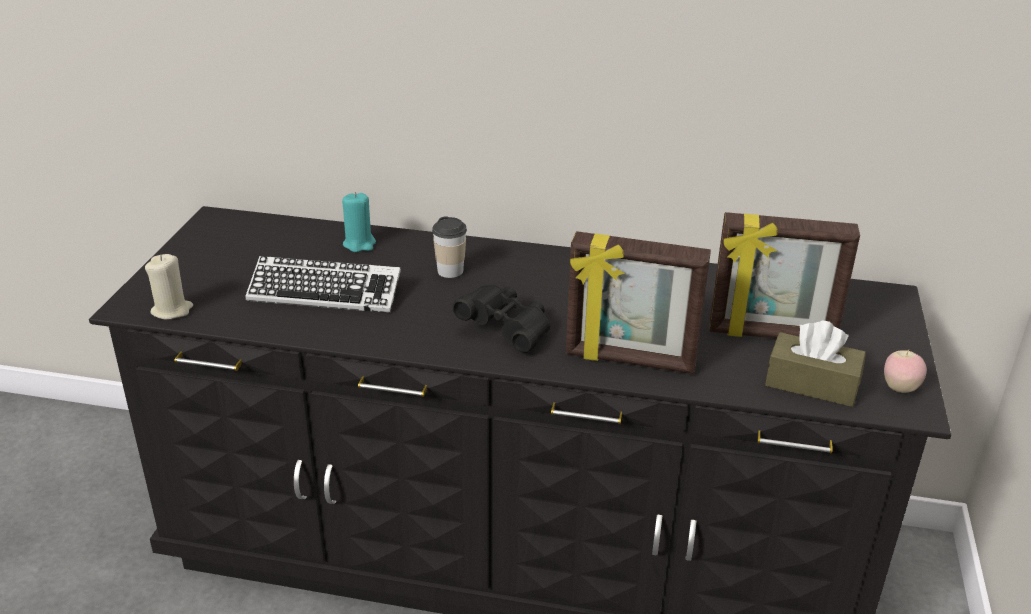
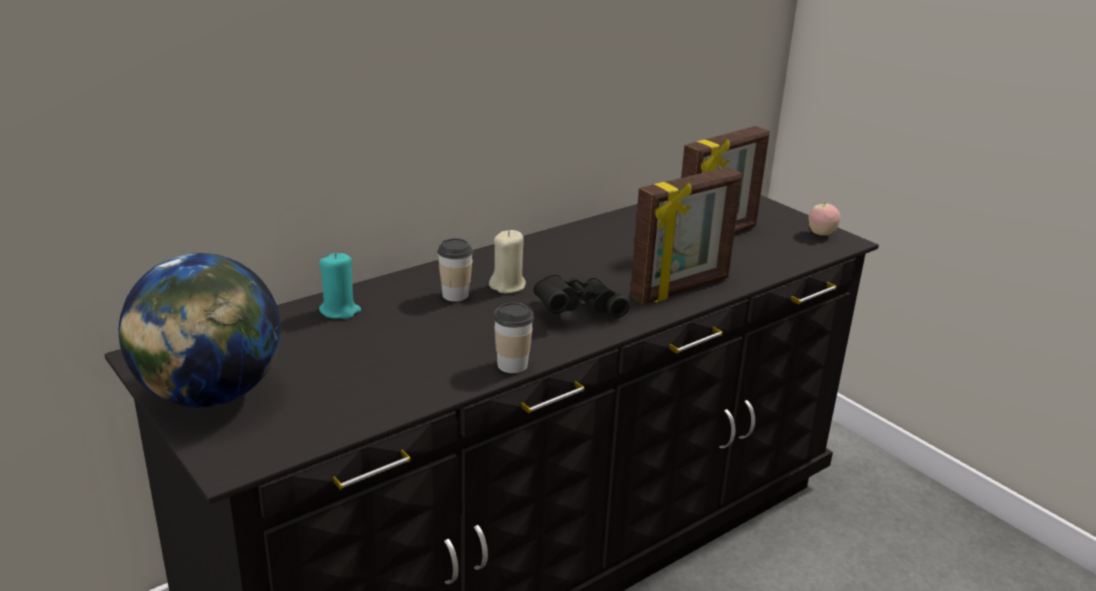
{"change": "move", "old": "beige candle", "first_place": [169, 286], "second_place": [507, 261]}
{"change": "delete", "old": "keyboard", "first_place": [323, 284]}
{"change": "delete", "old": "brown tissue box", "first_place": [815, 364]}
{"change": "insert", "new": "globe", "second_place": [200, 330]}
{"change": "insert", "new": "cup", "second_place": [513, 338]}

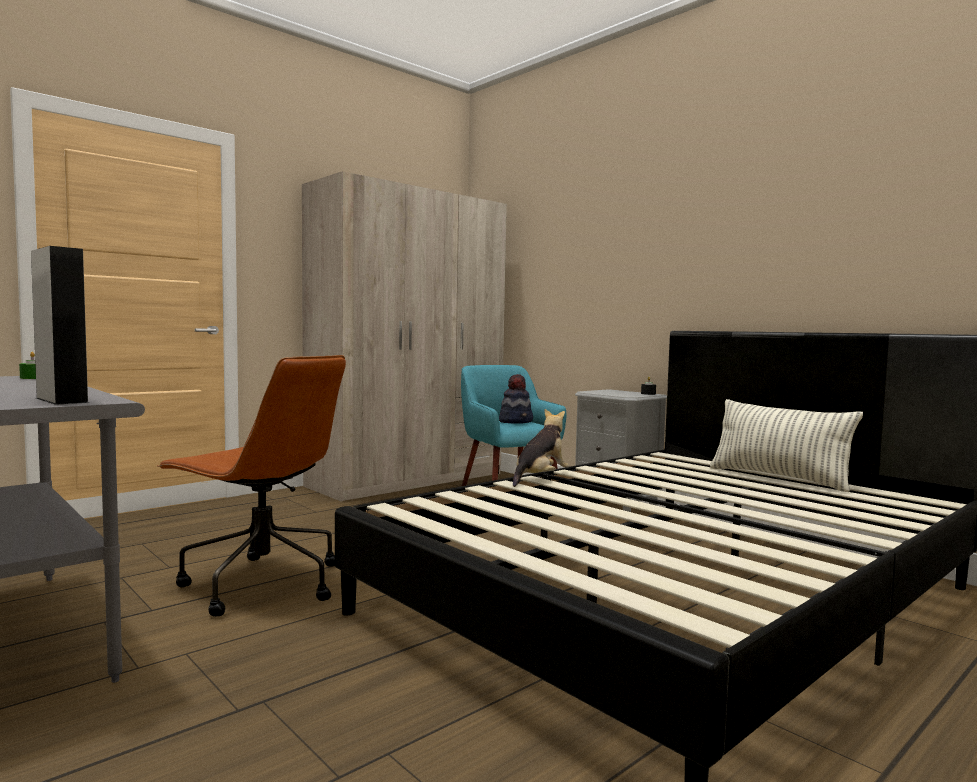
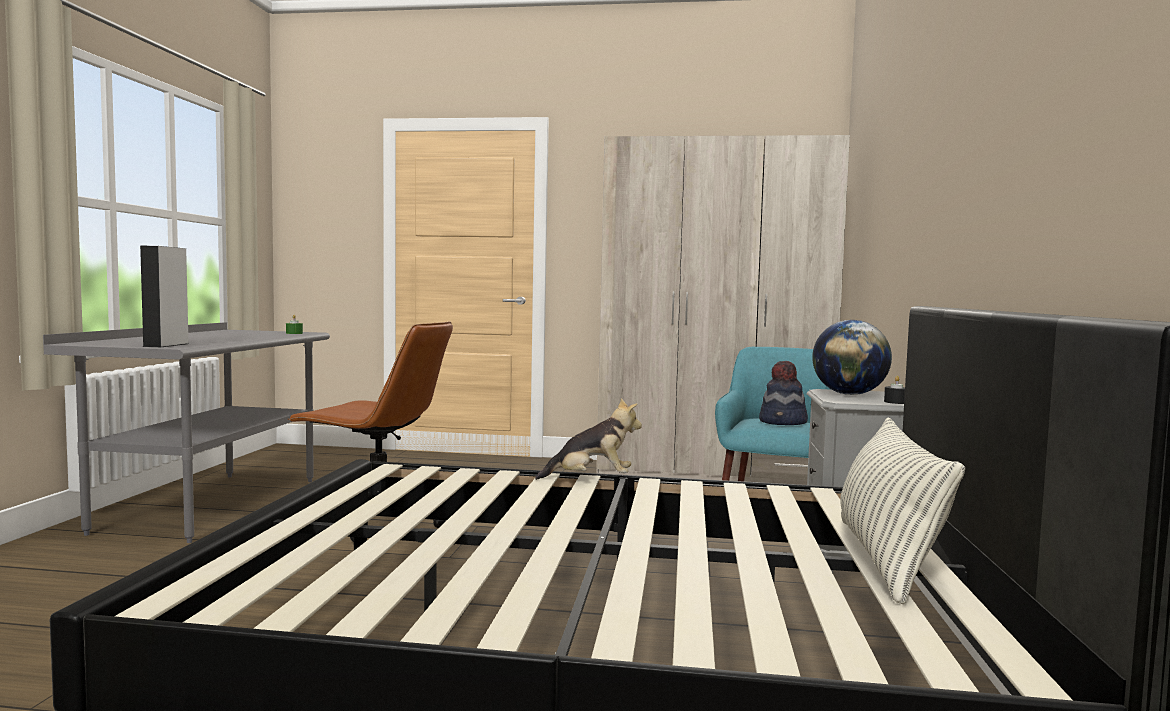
{"change": "rotate", "old": "brown office chair", "first_place": [251, 486], "second_place": [370, 431], "degrees": -60}
{"change": "insert", "new": "globe", "second_place": [852, 357]}

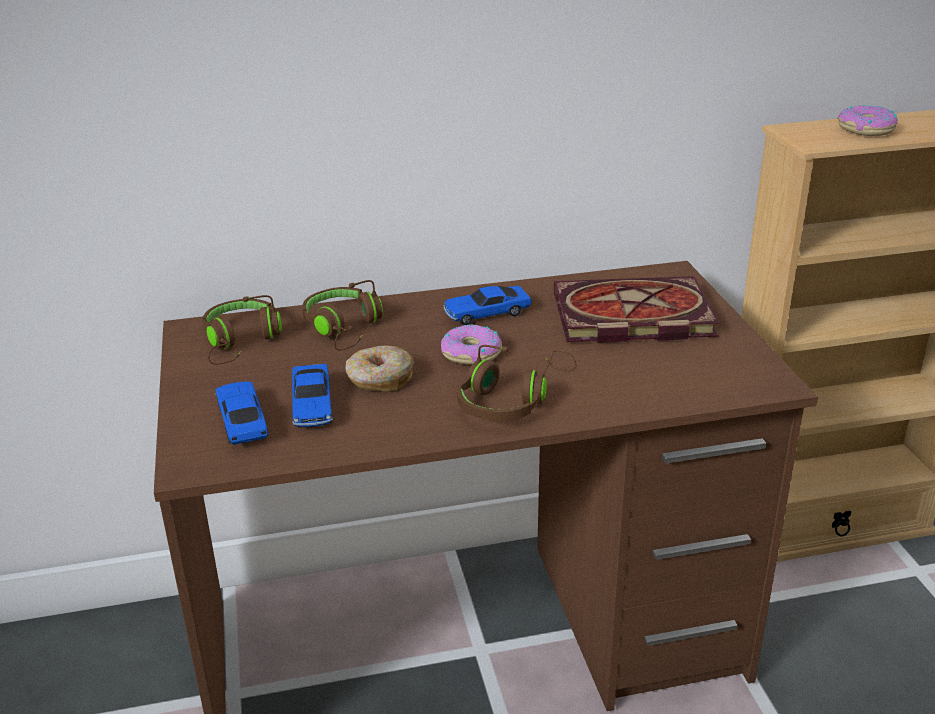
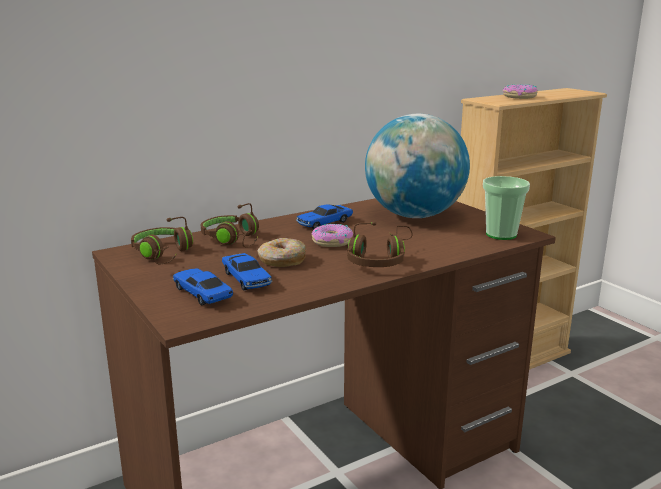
{"change": "replace", "old": "book", "new": "globe", "first_place": [636, 309], "second_place": [417, 166]}
{"change": "insert", "new": "cup", "second_place": [506, 208]}

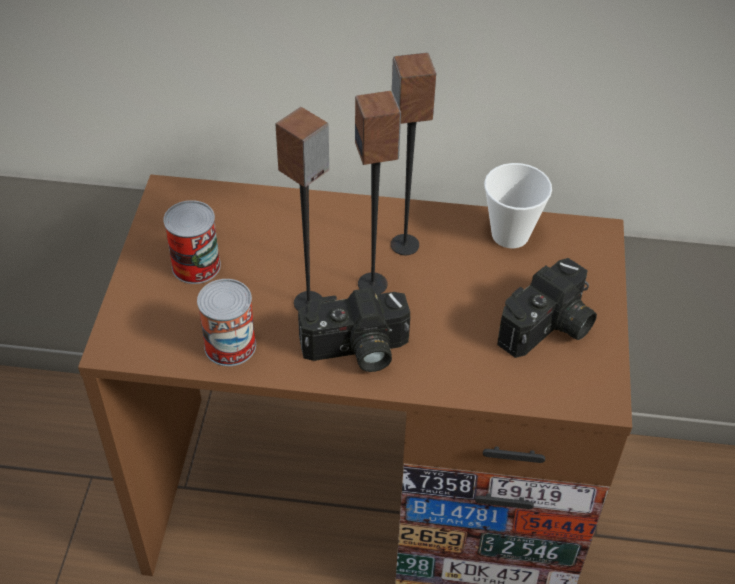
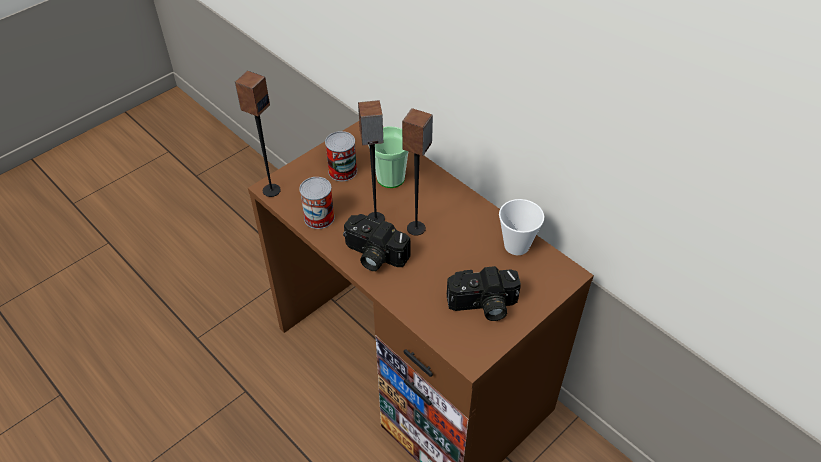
{"change": "move", "old": "speaker", "first_place": [413, 154], "second_place": [258, 134]}
{"change": "insert", "new": "cup", "second_place": [388, 157]}

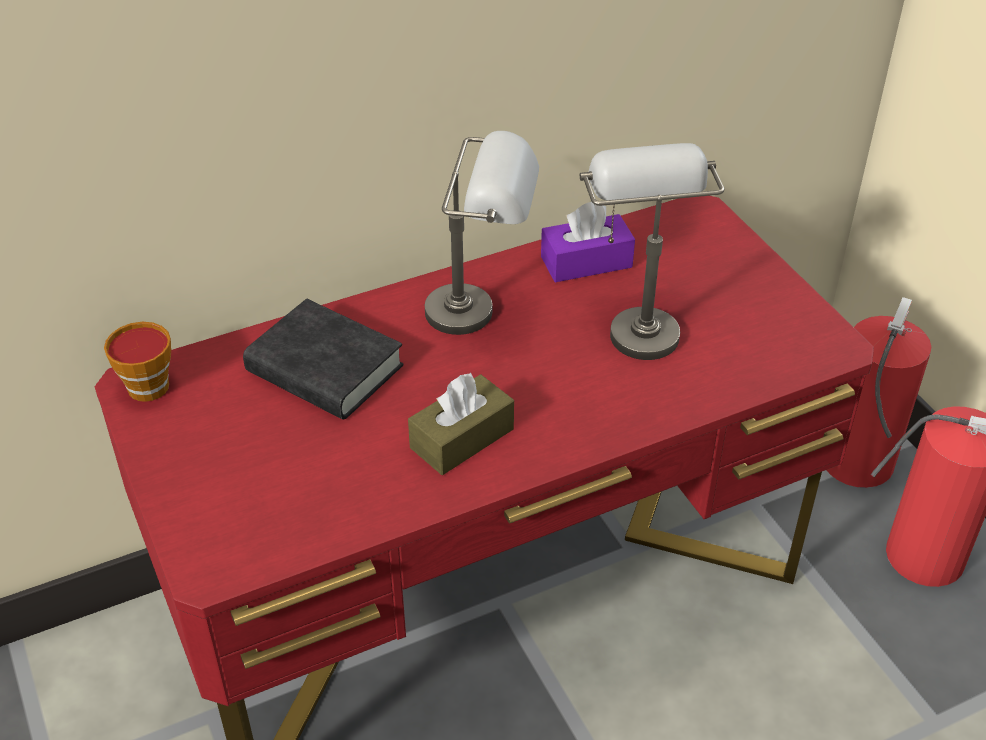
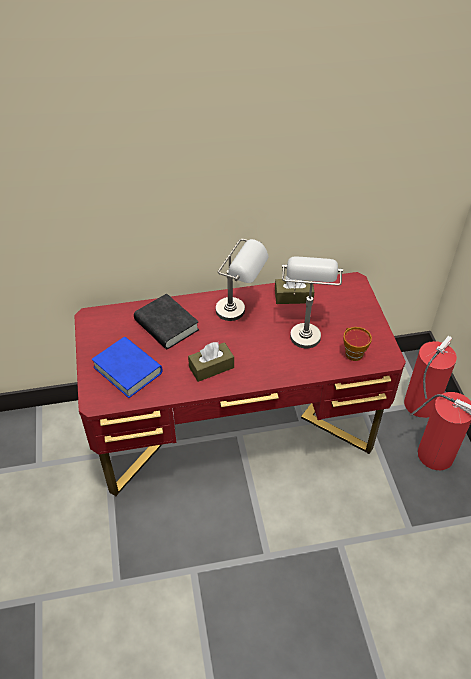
{"change": "recolor", "old": "purple tissue box", "new": "brown tissue box", "first_place": [588, 242], "second_place": [294, 290]}
{"change": "move", "old": "cup", "first_place": [137, 362], "second_place": [357, 344]}
{"change": "insert", "new": "blue book", "second_place": [127, 367]}

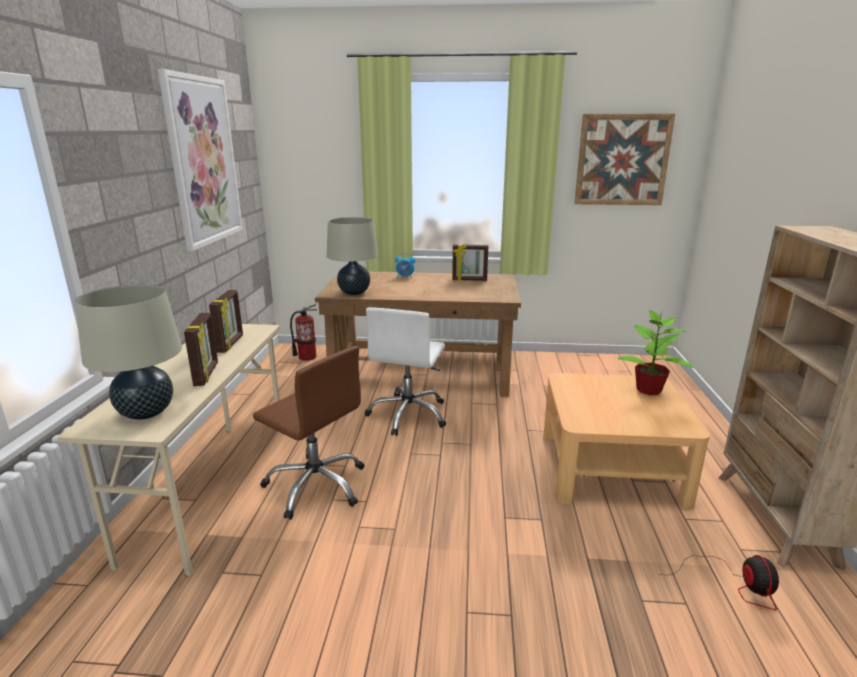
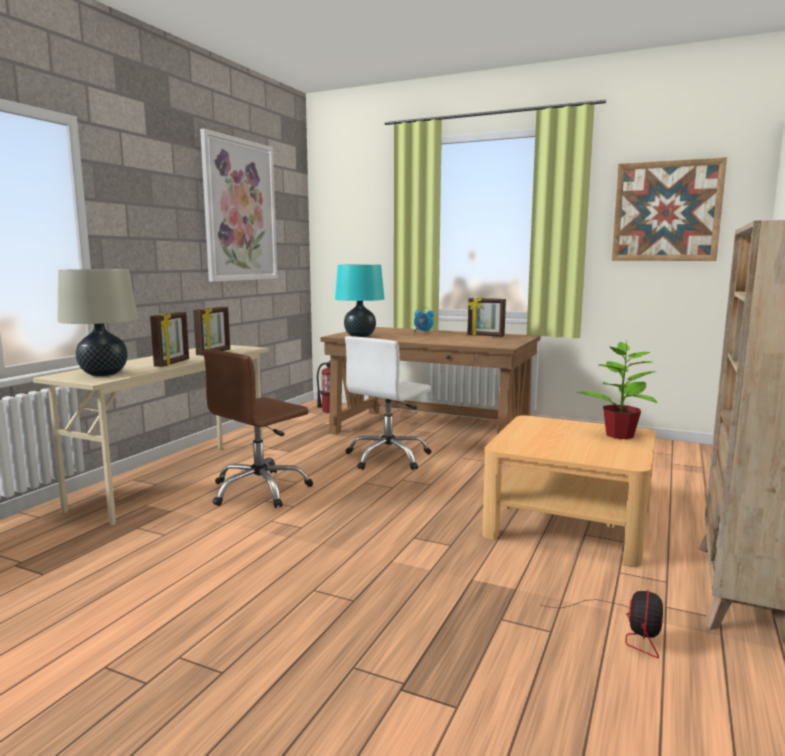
{"change": "recolor", "old": "beige table lamp", "new": "turquoise table lamp", "first_place": [352, 256], "second_place": [360, 300]}
{"change": "rotate", "old": "brown office chair", "first_place": [308, 432], "second_place": [258, 428], "degrees": 75}

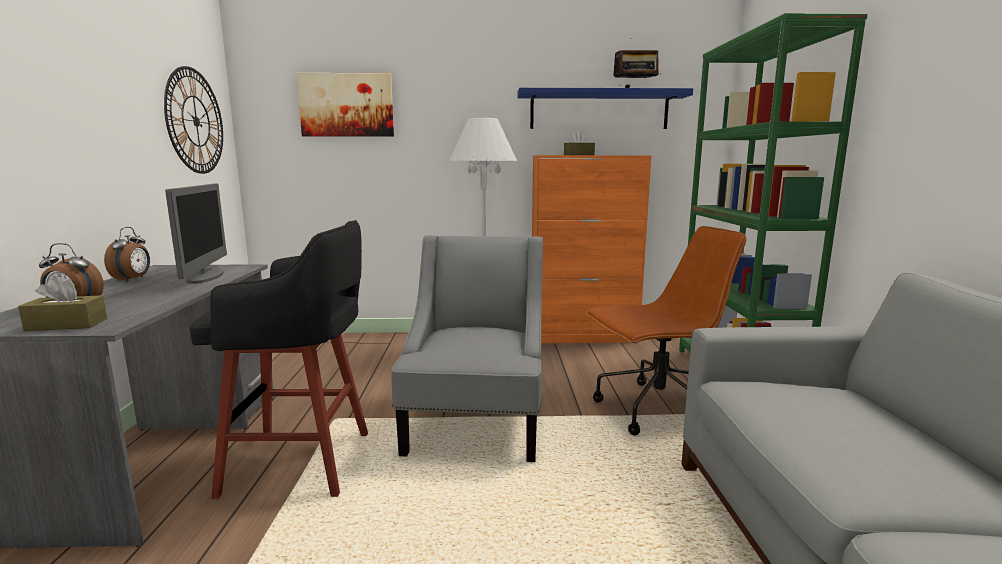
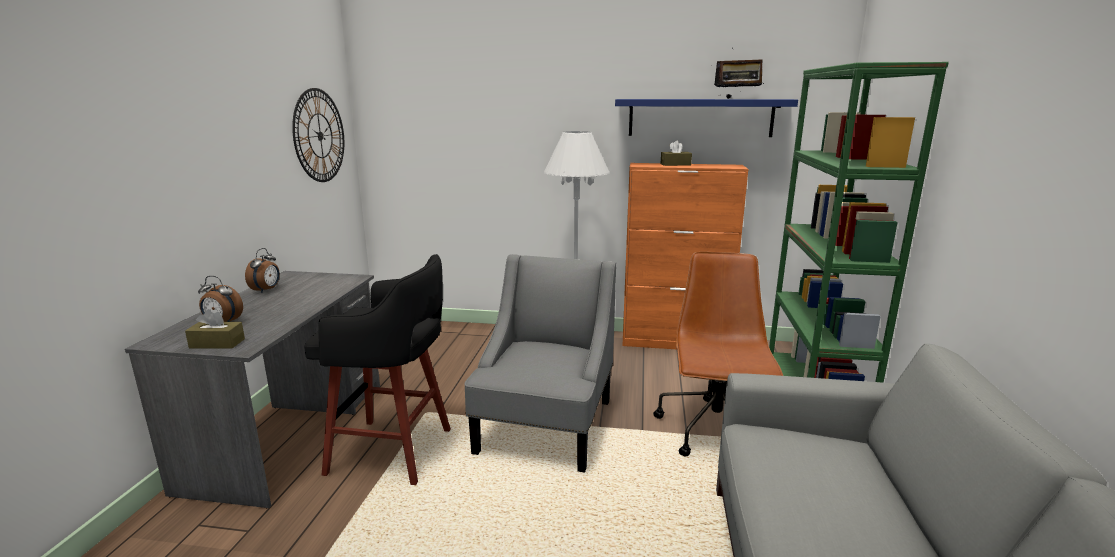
{"change": "delete", "old": "picture", "first_place": [345, 105]}
{"change": "delete", "old": "monitor", "first_place": [196, 234]}
{"change": "rotate", "old": "brown office chair", "first_place": [666, 330], "second_place": [718, 354], "degrees": -75}

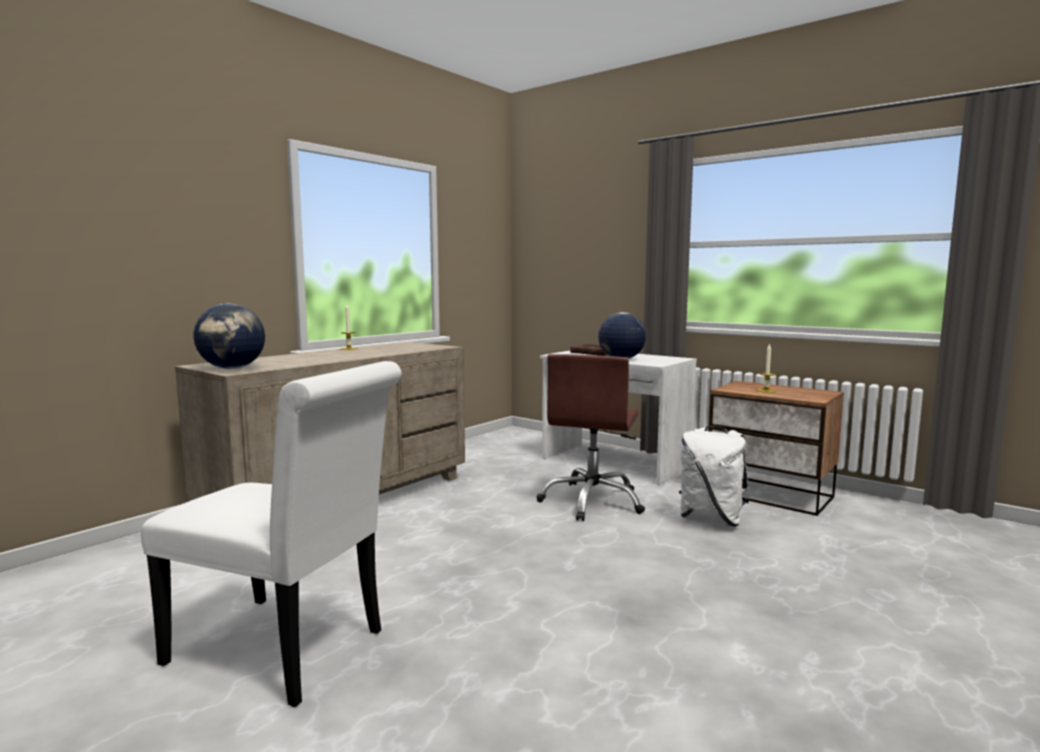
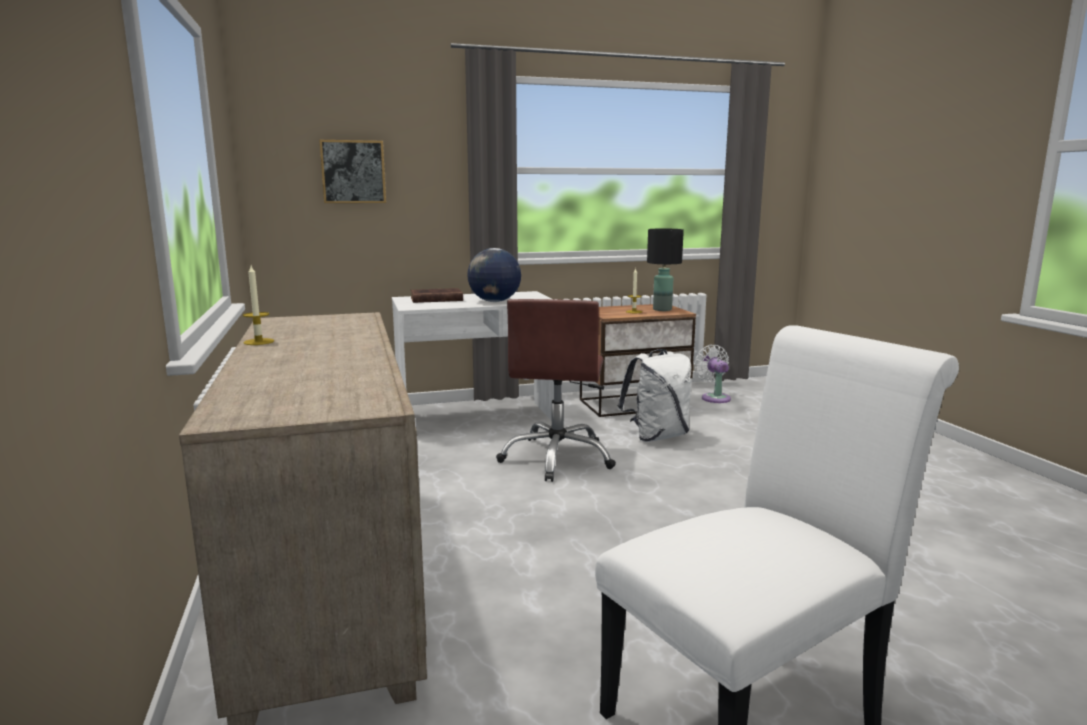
{"change": "delete", "old": "globe", "first_place": [229, 336]}
{"change": "rotate", "old": "brown office chair", "first_place": [591, 437], "second_place": [556, 390], "degrees": 45}
{"change": "insert", "new": "picture", "second_place": [352, 171]}
{"change": "insert", "new": "black table lamp", "second_place": [665, 269]}
{"change": "insert", "new": "white fan", "second_place": [712, 373]}

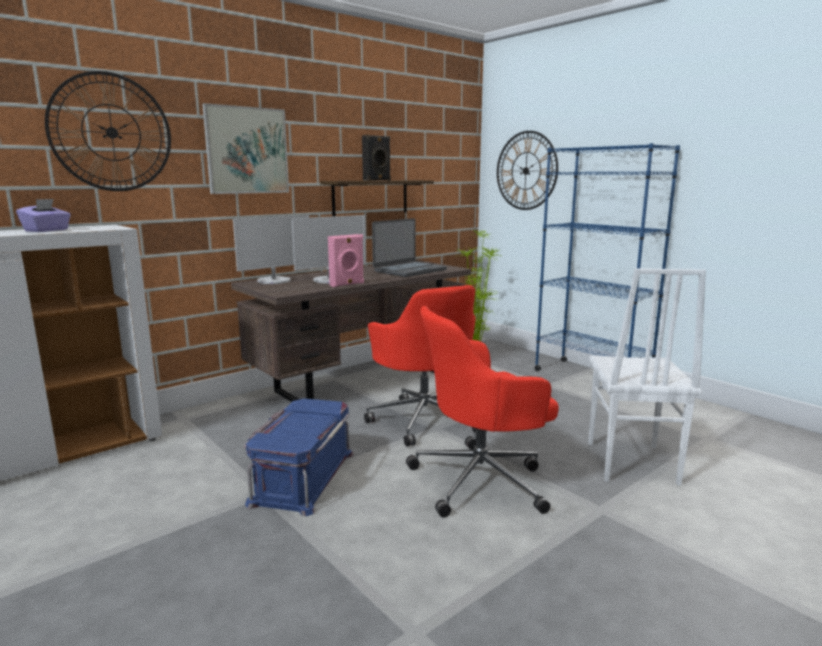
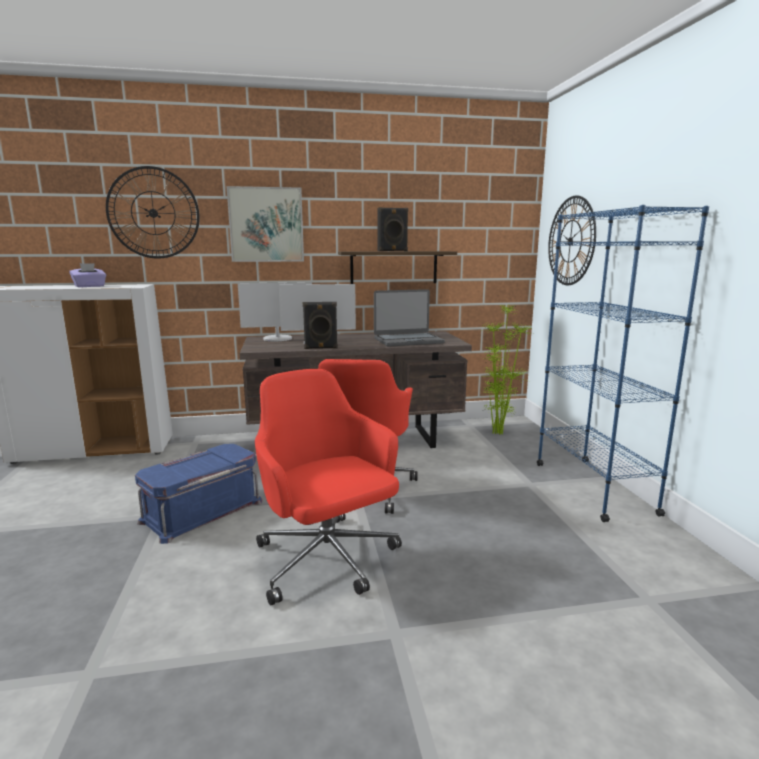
{"change": "recolor", "old": "pink speaker", "new": "black speaker", "first_place": [346, 260], "second_place": [320, 325]}
{"change": "delete", "old": "white chair", "first_place": [647, 377]}
{"change": "rotate", "old": "red office chair", "first_place": [482, 411], "second_place": [328, 487], "degrees": 45}

